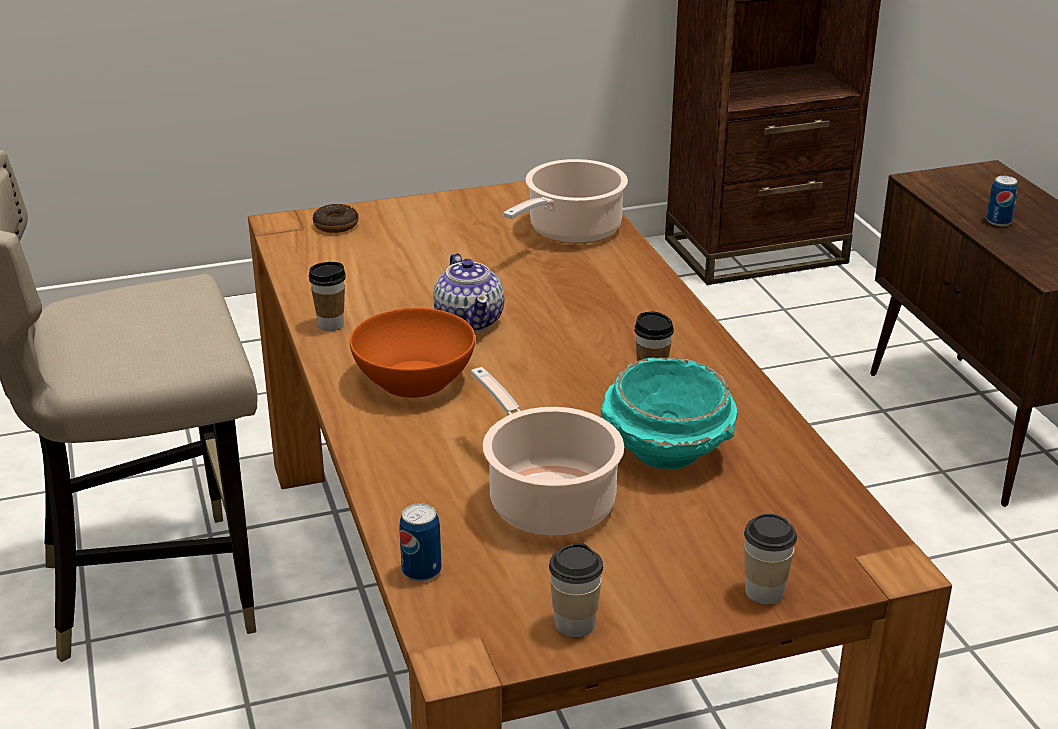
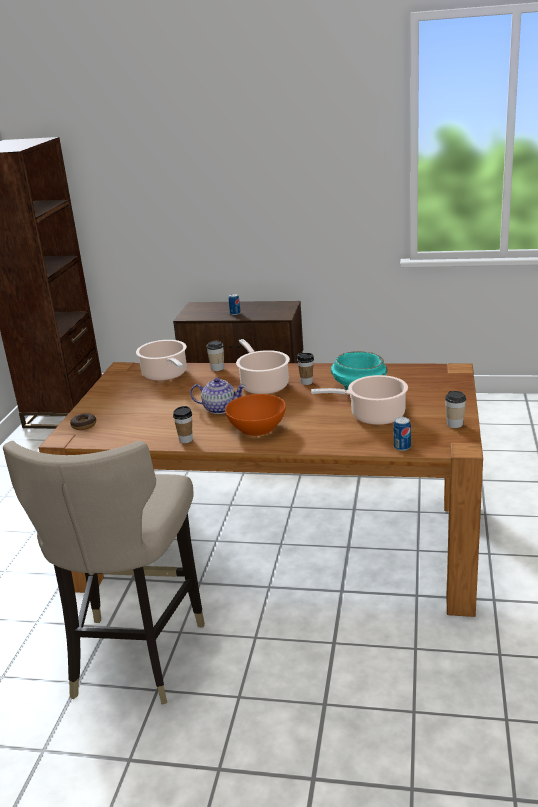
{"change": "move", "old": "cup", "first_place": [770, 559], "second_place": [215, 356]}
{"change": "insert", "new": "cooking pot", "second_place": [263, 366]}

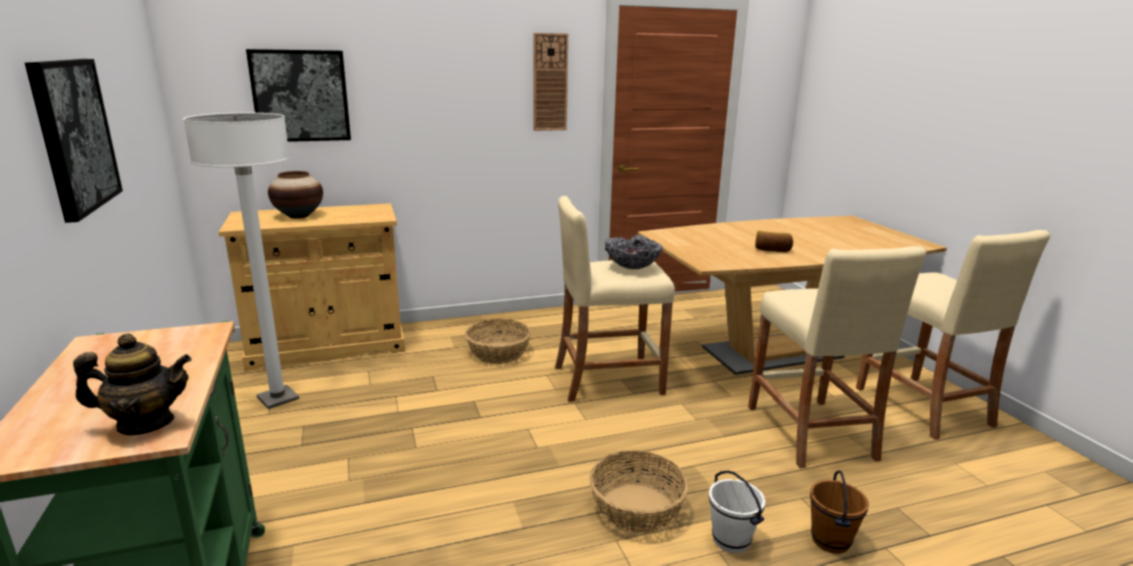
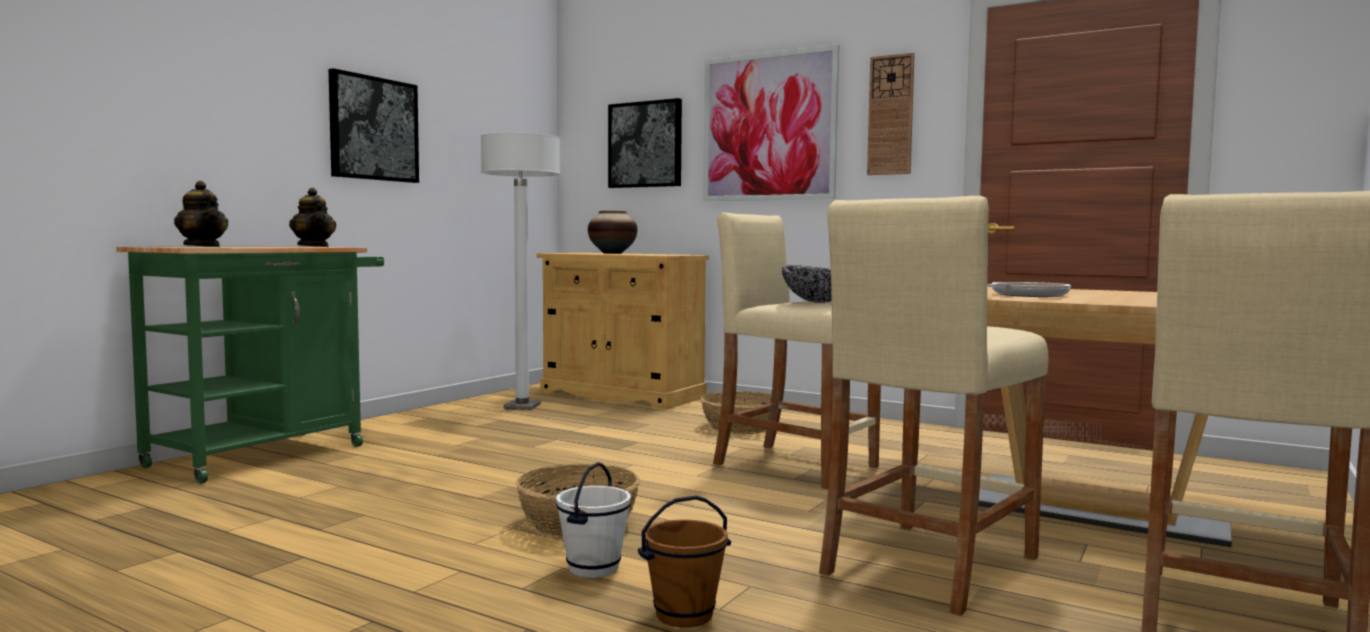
{"change": "replace", "old": "bread", "new": "frying pan", "first_place": [774, 241], "second_place": [1029, 289]}
{"change": "insert", "new": "picture", "second_place": [771, 122]}
{"change": "insert", "new": "teapot", "second_place": [312, 217]}

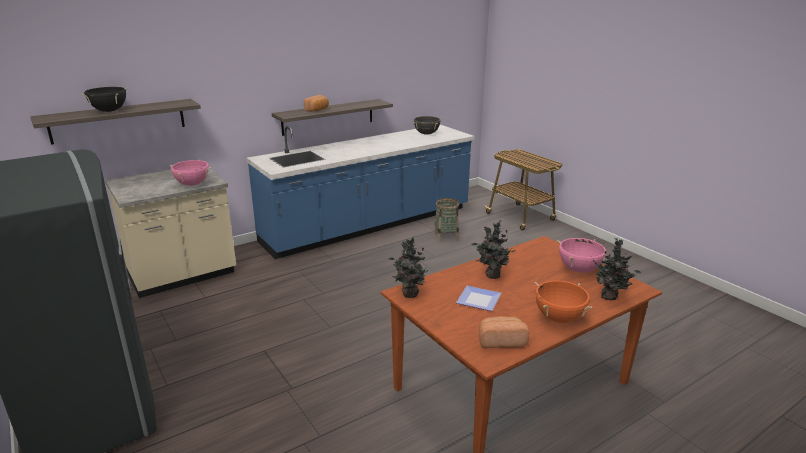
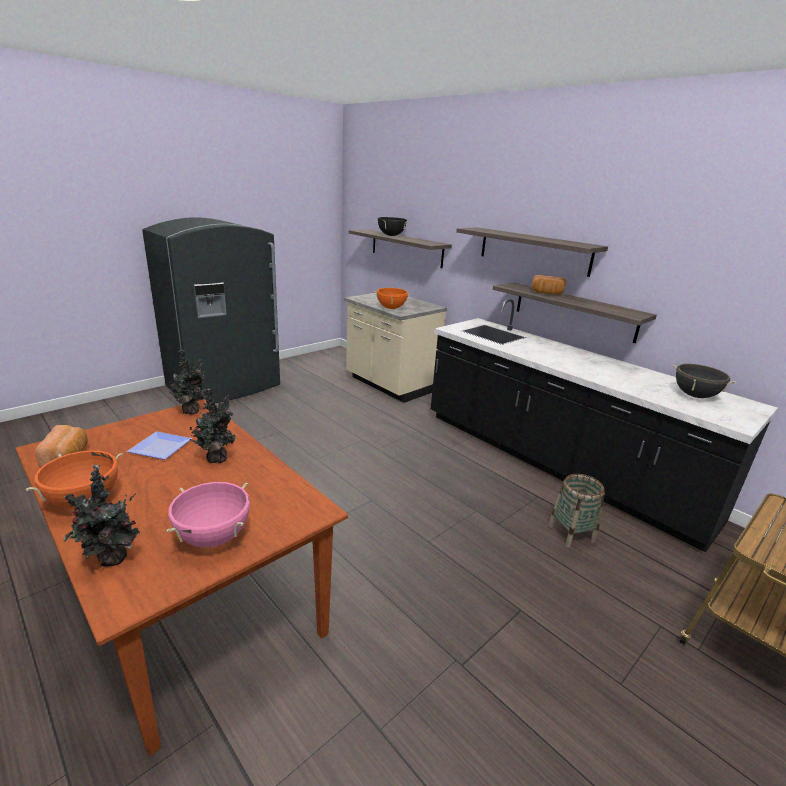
{"change": "recolor", "old": "blue counter", "new": "black counter", "first_place": [360, 192], "second_place": [604, 426]}
{"change": "recolor", "old": "pink cooking pot", "new": "orange cooking pot", "first_place": [190, 173], "second_place": [392, 298]}
{"change": "insert", "new": "shelf", "second_place": [532, 252]}

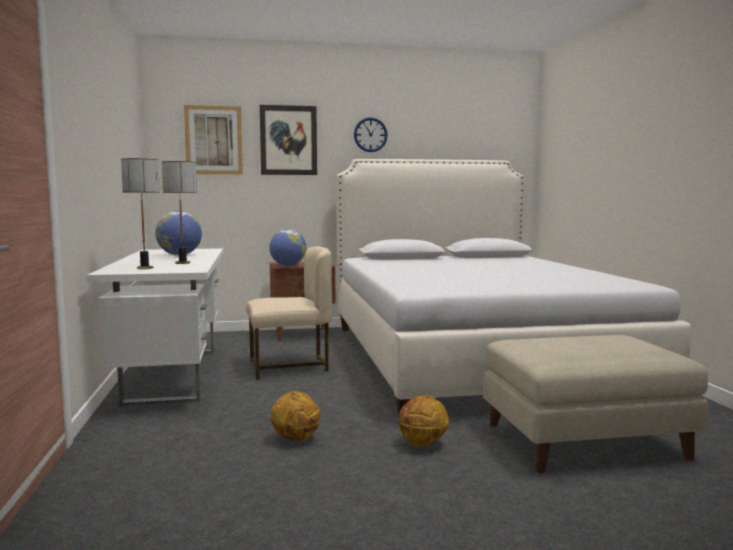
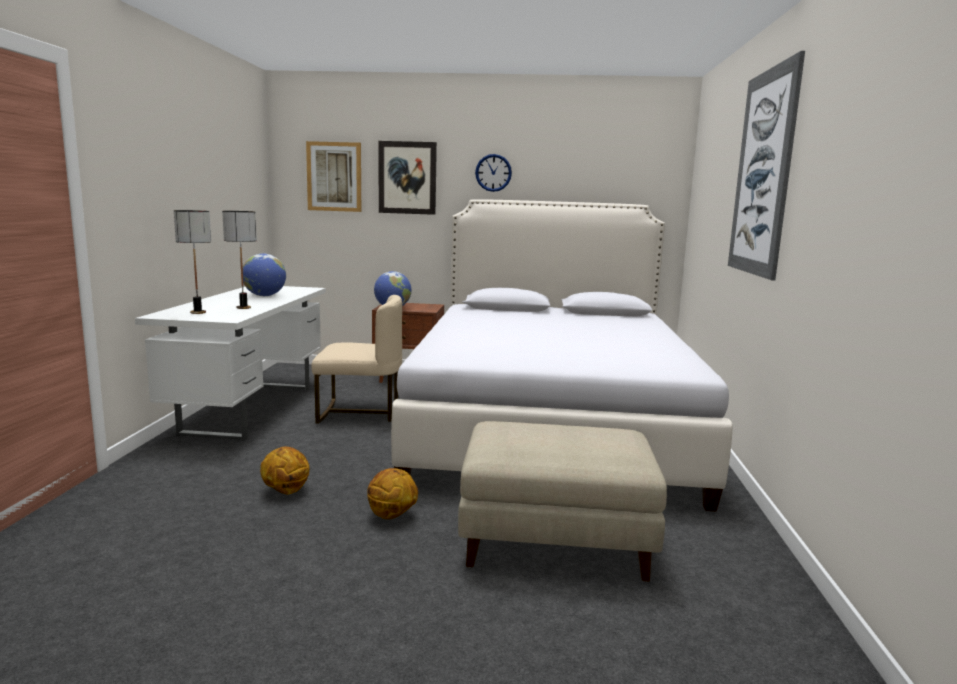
{"change": "insert", "new": "picture", "second_place": [766, 166]}

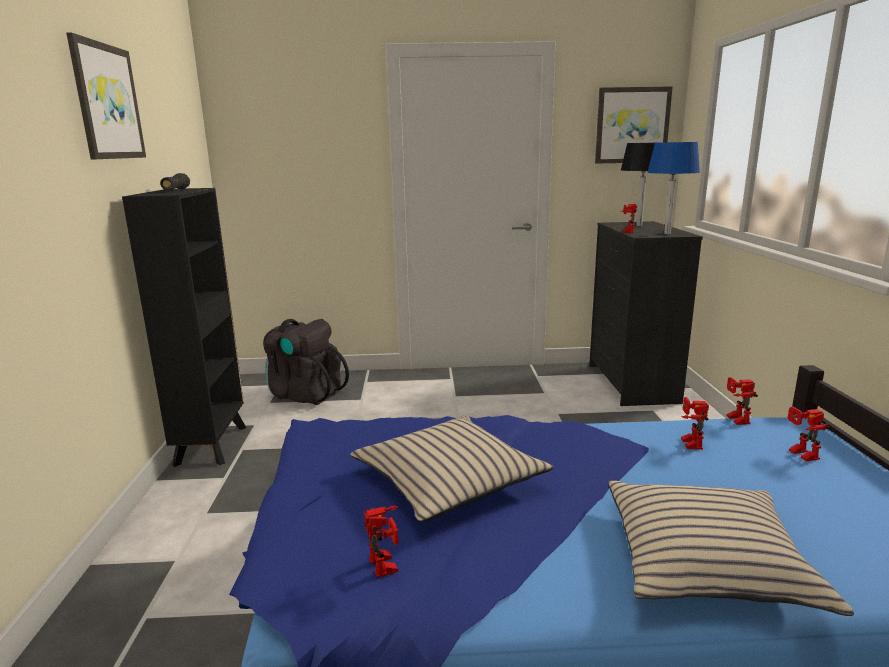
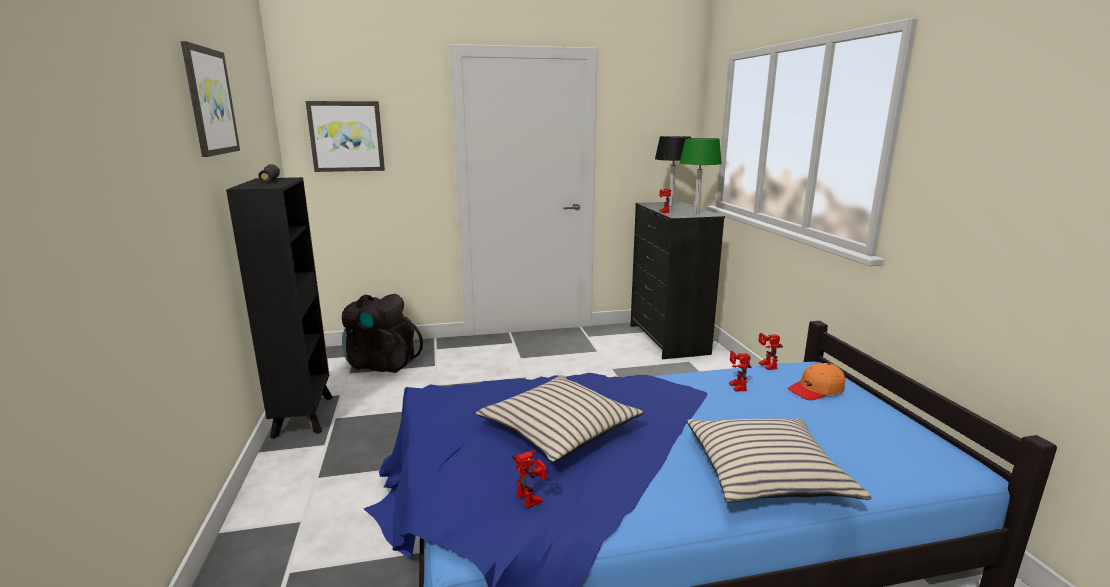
{"change": "move", "old": "picture", "first_place": [633, 125], "second_place": [345, 136]}
{"change": "recolor", "old": "blue table lamp", "new": "green table lamp", "first_place": [673, 188], "second_place": [701, 176]}
{"change": "replace", "old": "toy robot", "new": "orange cap", "first_place": [809, 434], "second_place": [816, 381]}

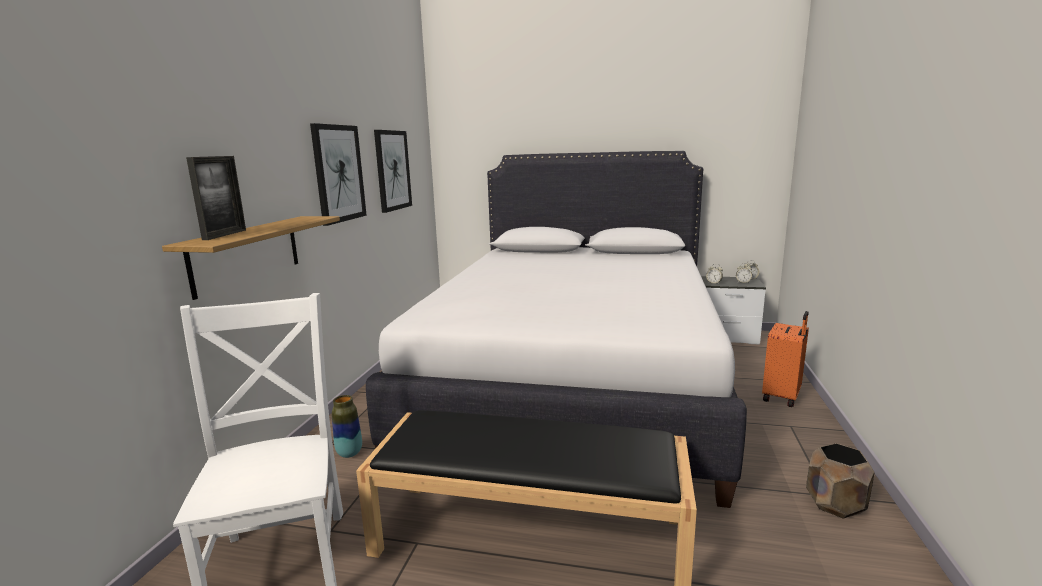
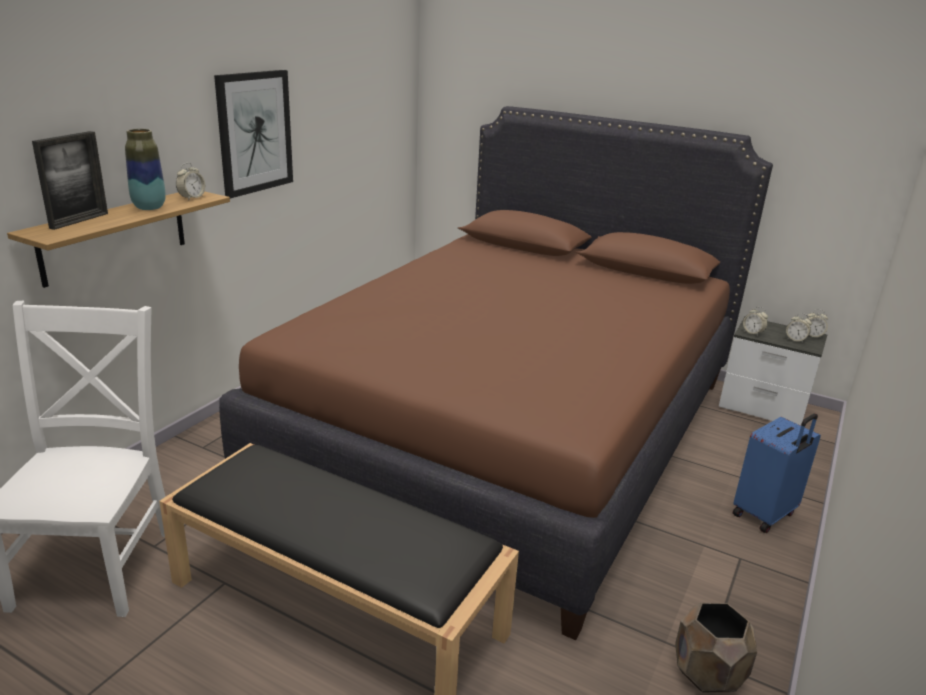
{"change": "delete", "old": "picture", "first_place": [393, 171]}
{"change": "recolor", "old": "white bed", "new": "brown bed", "first_place": [556, 329], "second_place": [496, 373]}
{"change": "recolor", "old": "orange suitcase", "new": "blue suitcase", "first_place": [785, 359], "second_place": [777, 473]}
{"change": "move", "old": "vase", "first_place": [347, 426], "second_place": [145, 169]}
{"change": "insert", "new": "alarm clock", "second_place": [190, 181]}

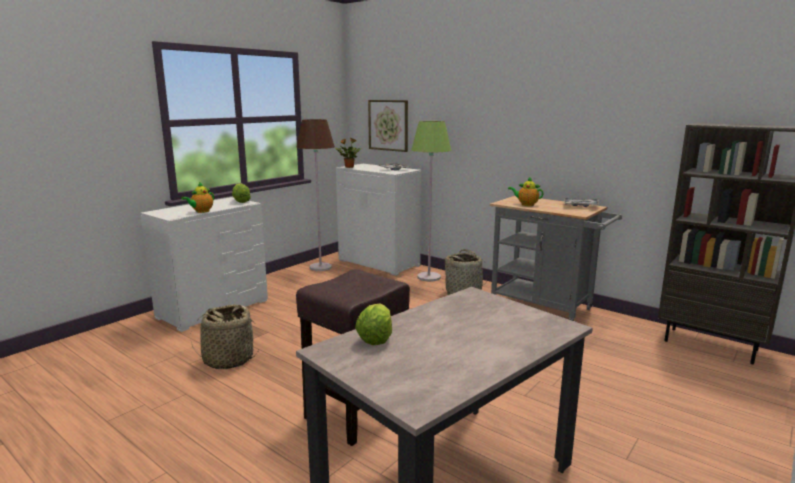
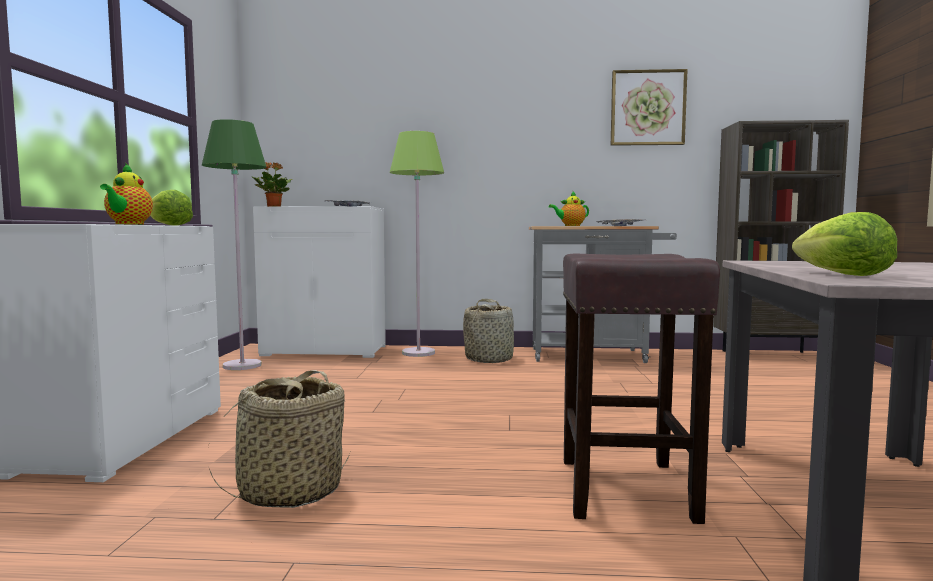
{"change": "move", "old": "picture", "first_place": [388, 126], "second_place": [649, 107]}
{"change": "recolor", "old": "brown floor lamp", "new": "green floor lamp", "first_place": [316, 195], "second_place": [234, 244]}

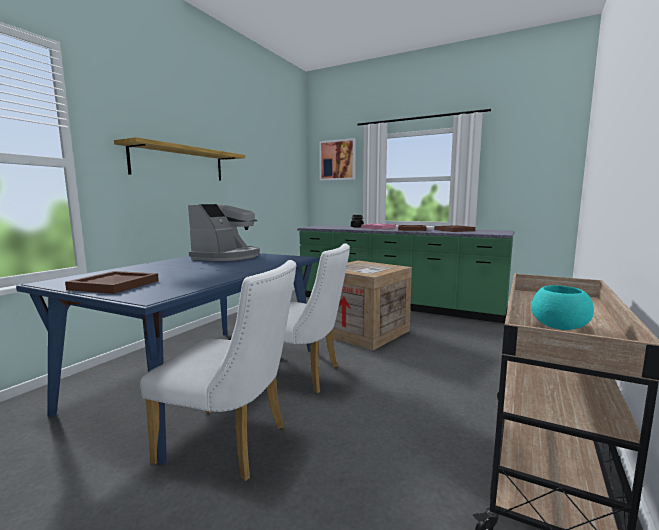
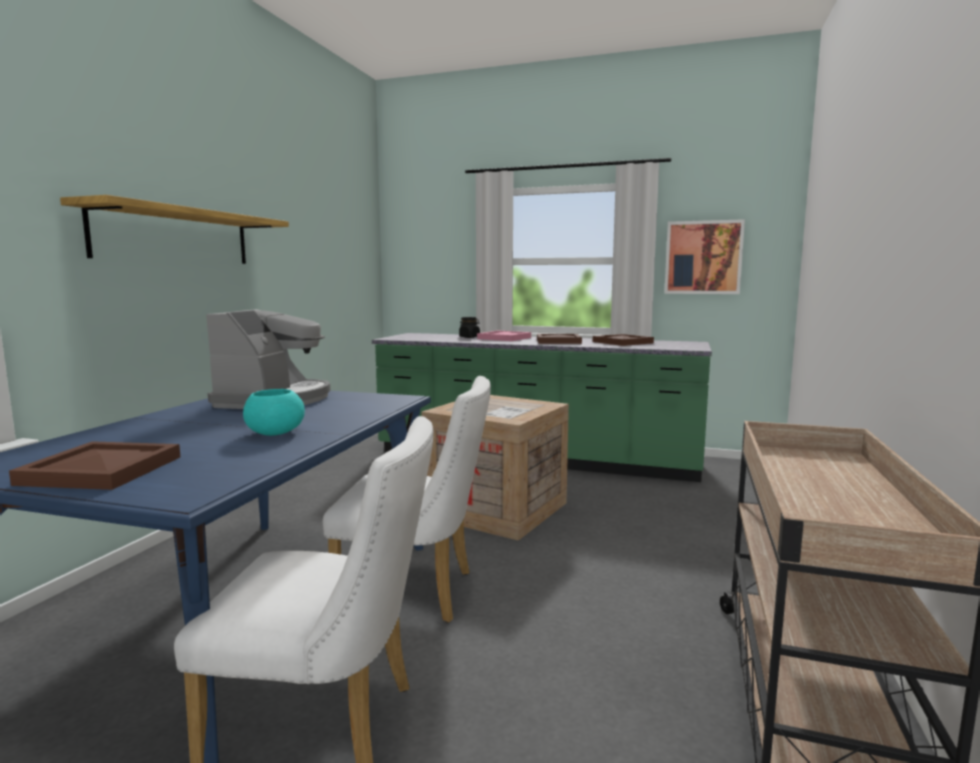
{"change": "move", "old": "picture", "first_place": [337, 159], "second_place": [704, 256]}
{"change": "move", "old": "turquoise bowl", "first_place": [562, 307], "second_place": [274, 412]}

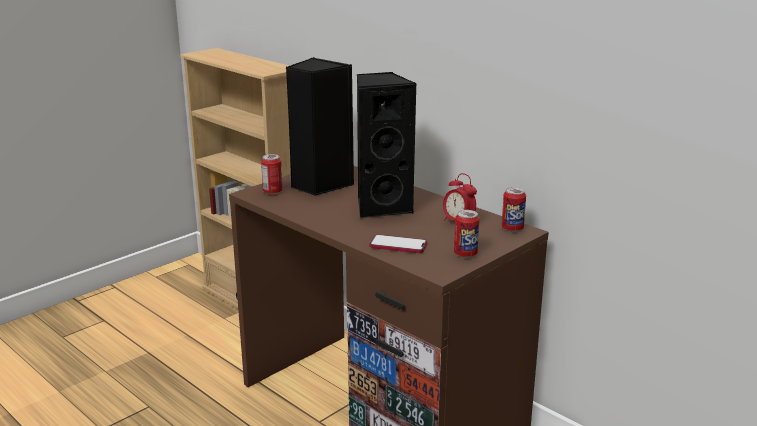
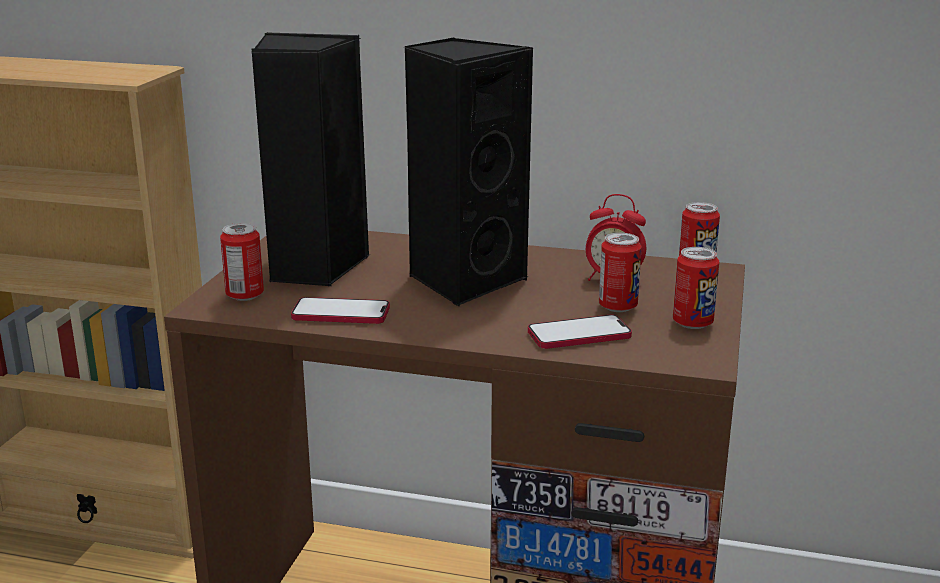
{"change": "insert", "new": "can", "second_place": [620, 272]}
{"change": "insert", "new": "phone", "second_place": [340, 310]}

